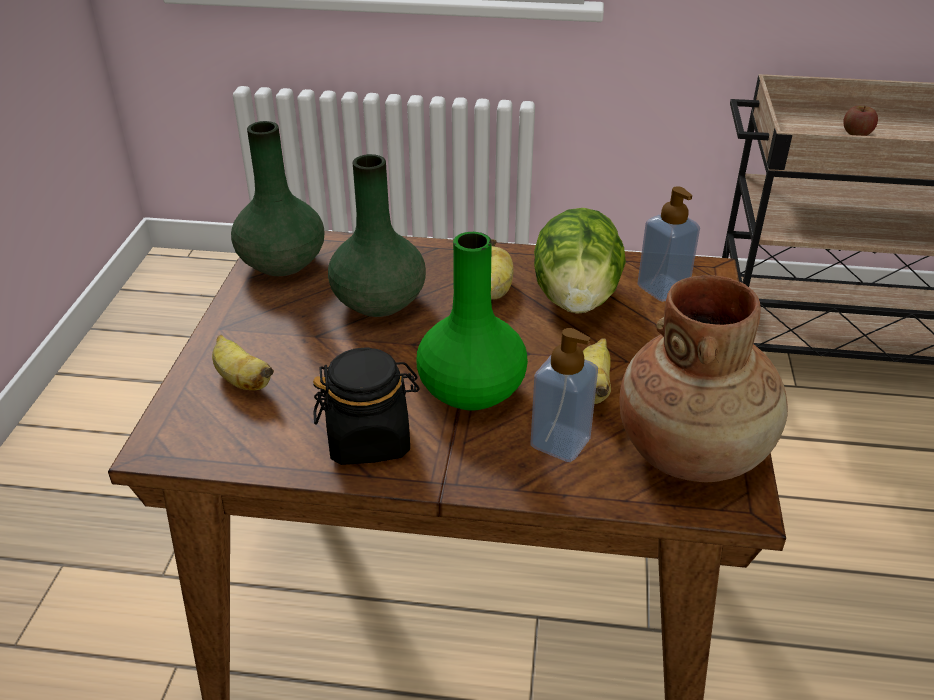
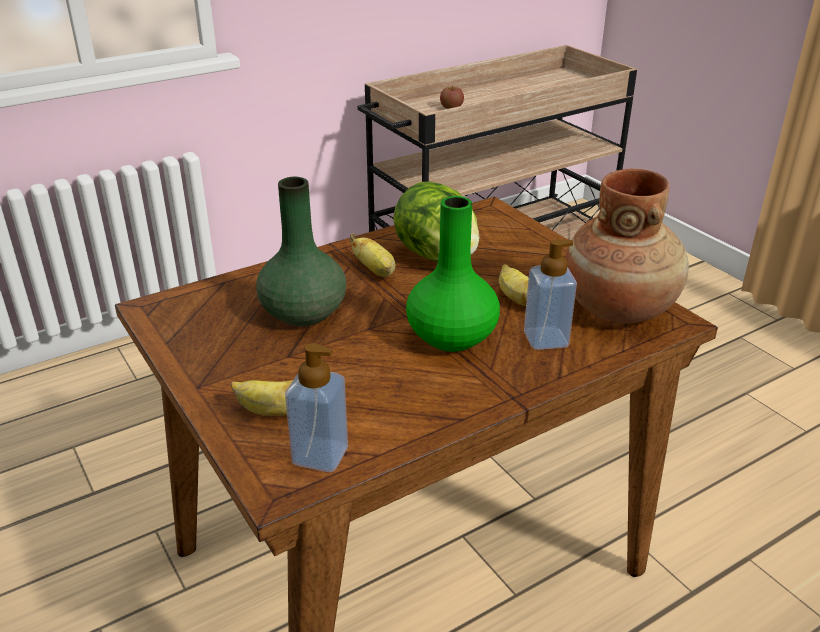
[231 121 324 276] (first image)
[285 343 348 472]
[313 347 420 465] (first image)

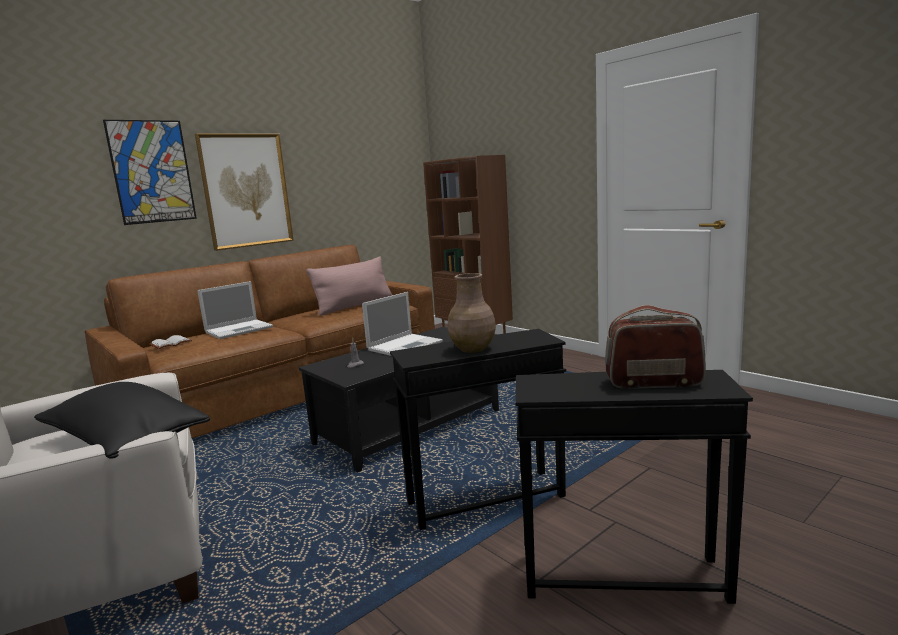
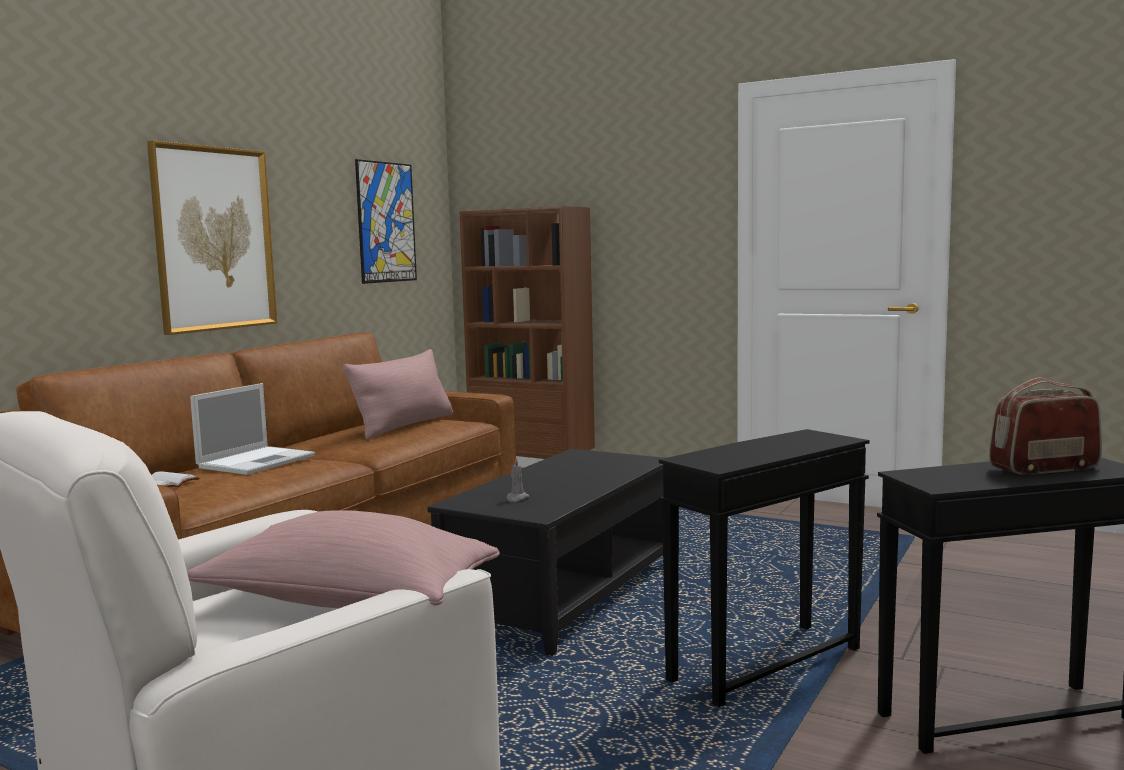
[355 159 417 284]
[448 273 496 353] (first image)
[362 292 443 356] (first image)
[187 510 500 608]

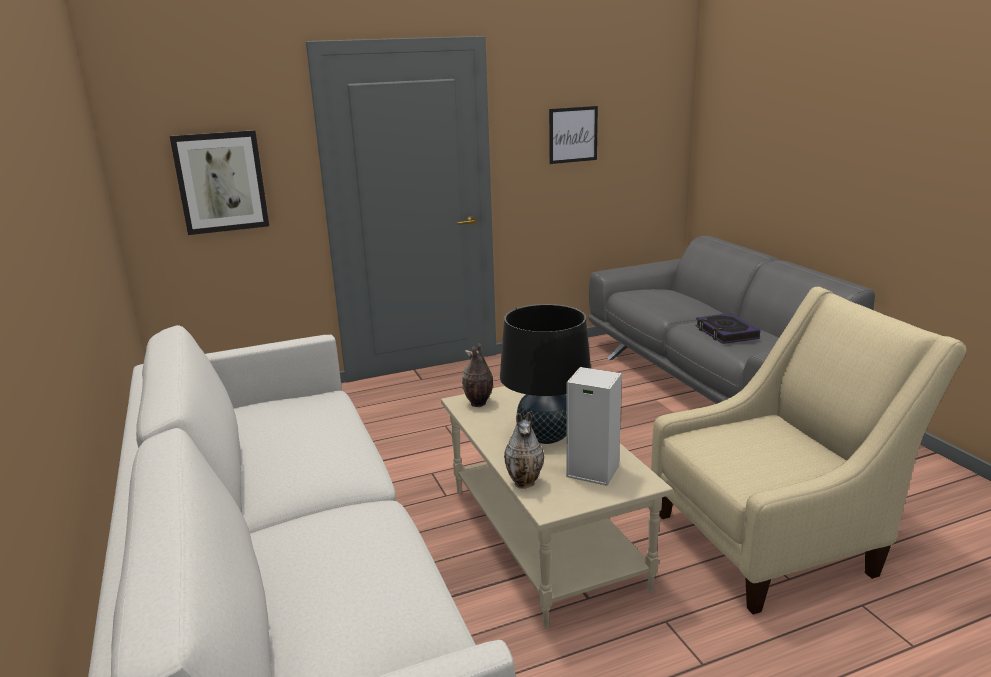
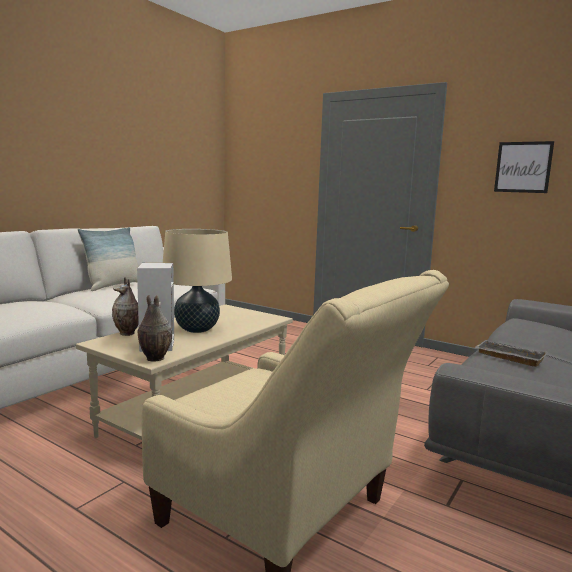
[170 130 269 235] (first image)
[163 229 232 333]
[475 340 548 367]
[138 295 172 362]
[78 227 139 291]

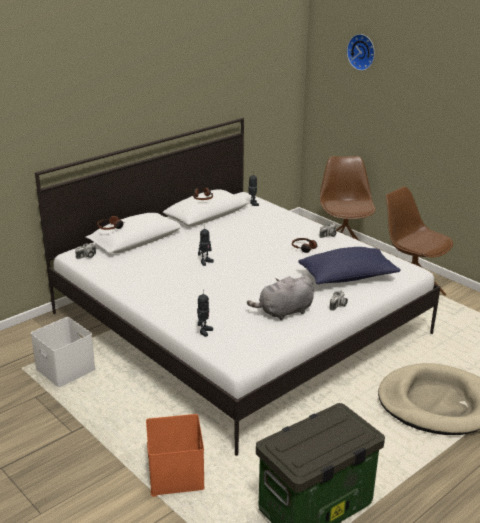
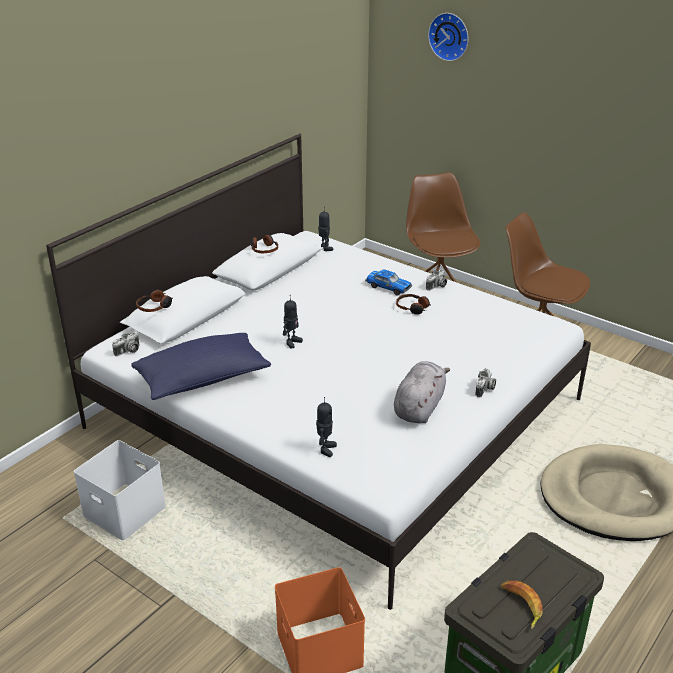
[132 333 271 400]
[394 361 450 423]
[365 269 412 296]
[501 580 543 629]

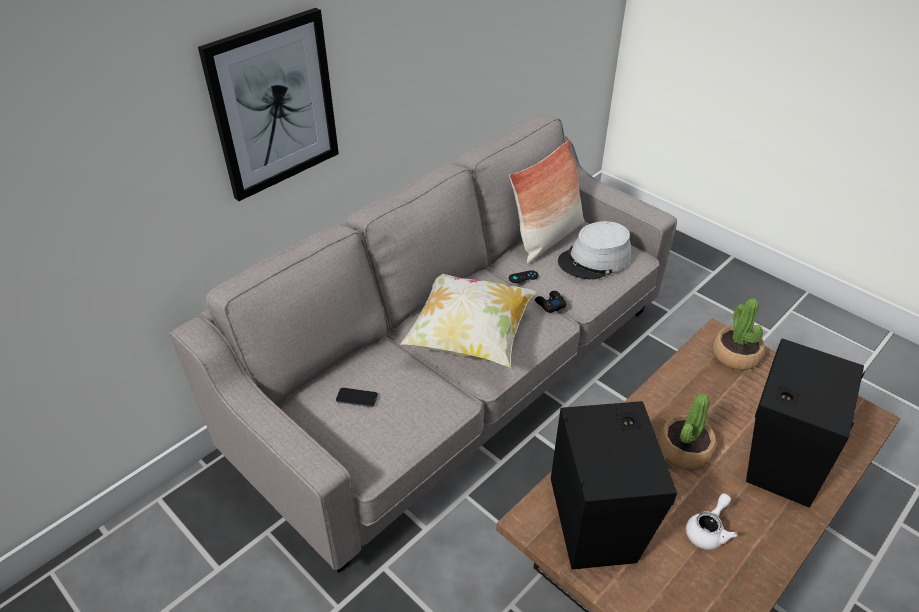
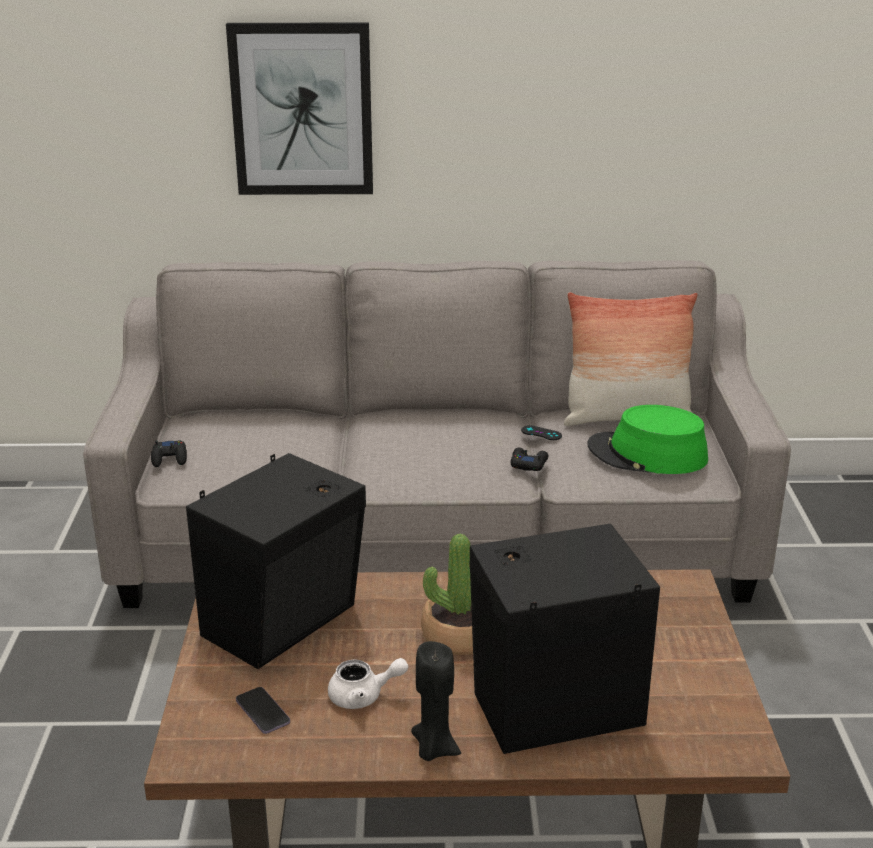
[588 405 708 474]
[400 274 536 368] (first image)
[713 298 765 370] (first image)
[236 687 290 734]
[151 440 187 467]
[411 641 461 761]

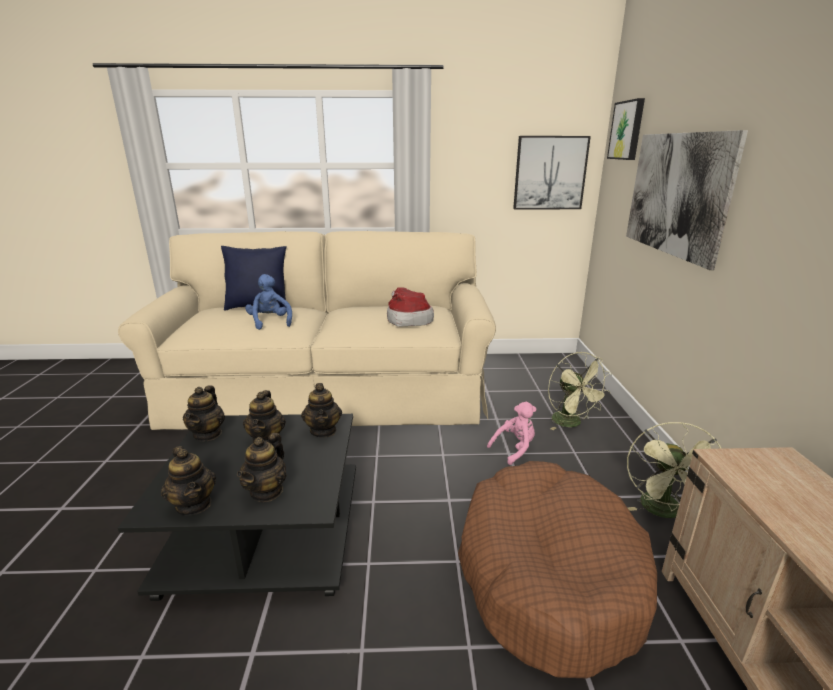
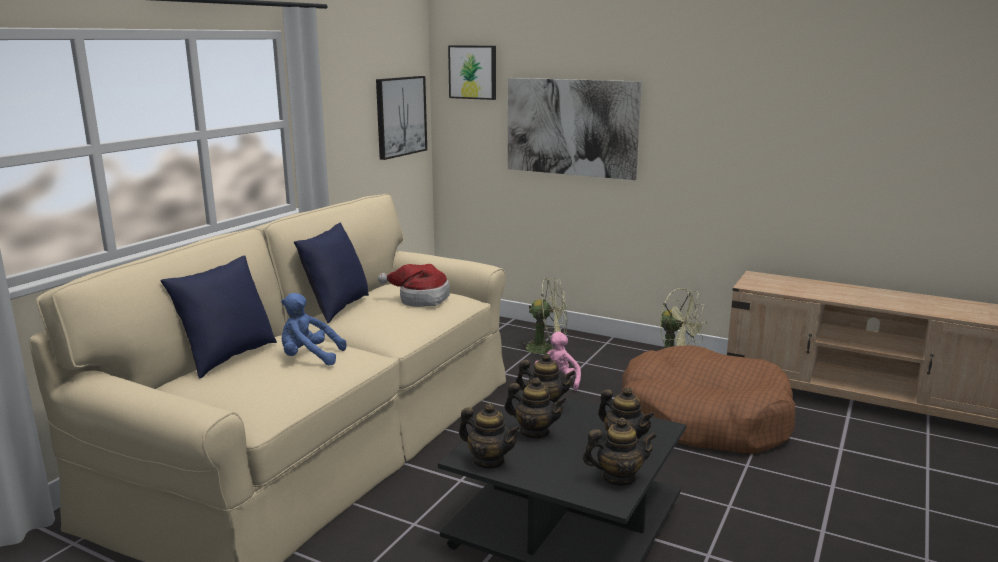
[294 223 369 323]

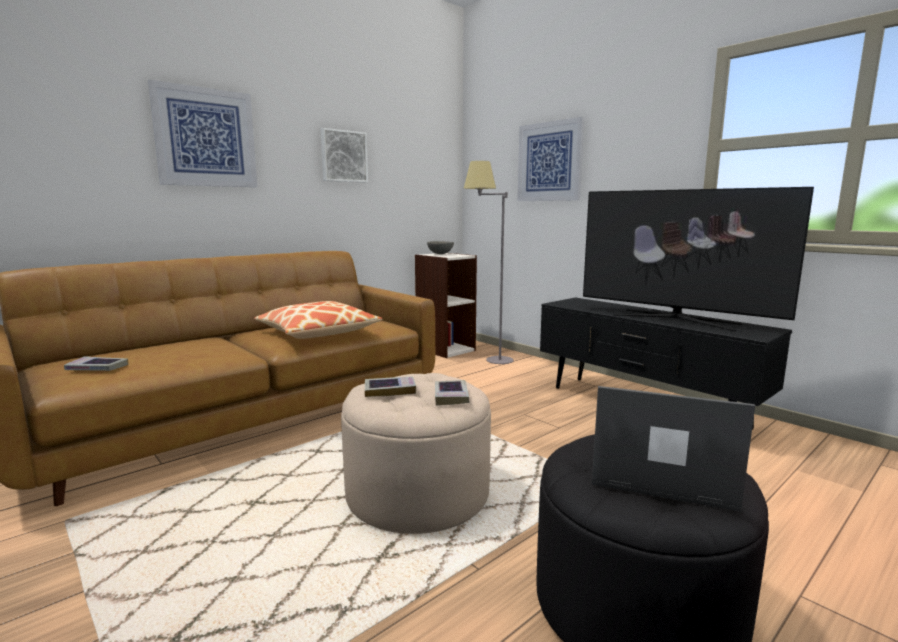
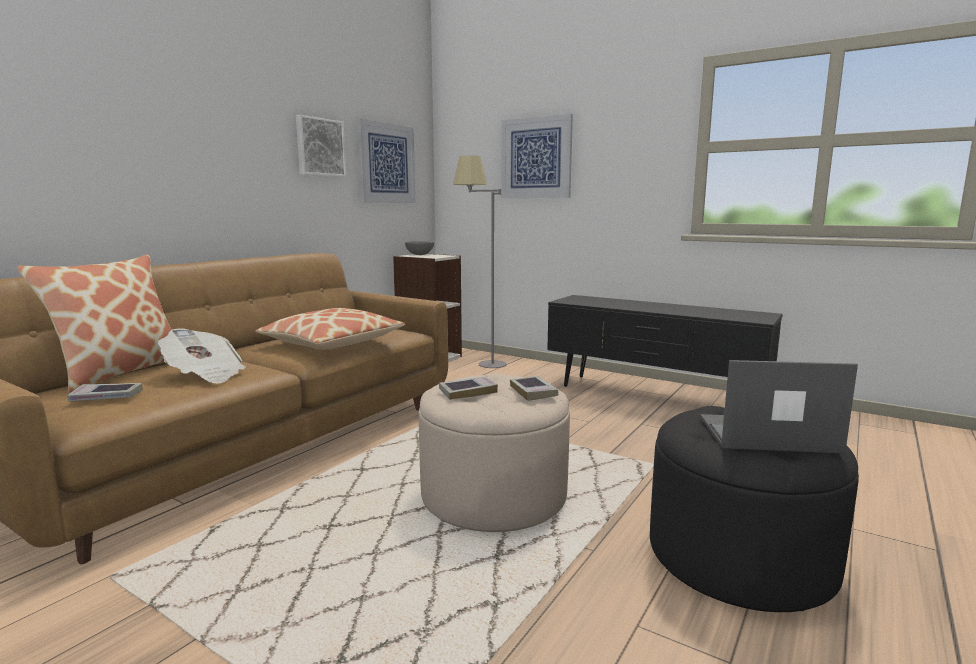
[357 119 416 203]
[583 187 814 331] (first image)
[17 254 172 393]
[158 328 246 384]

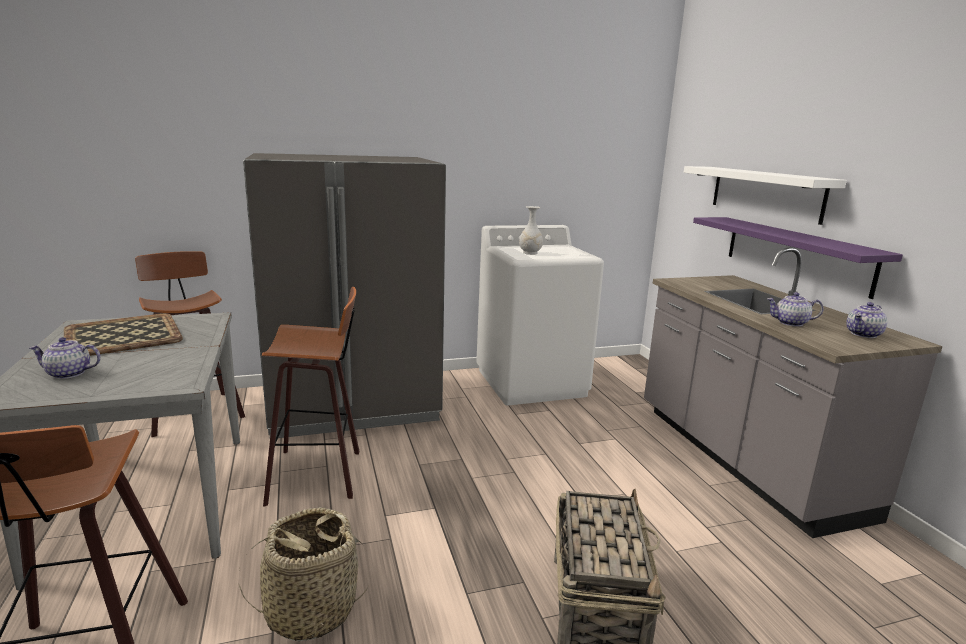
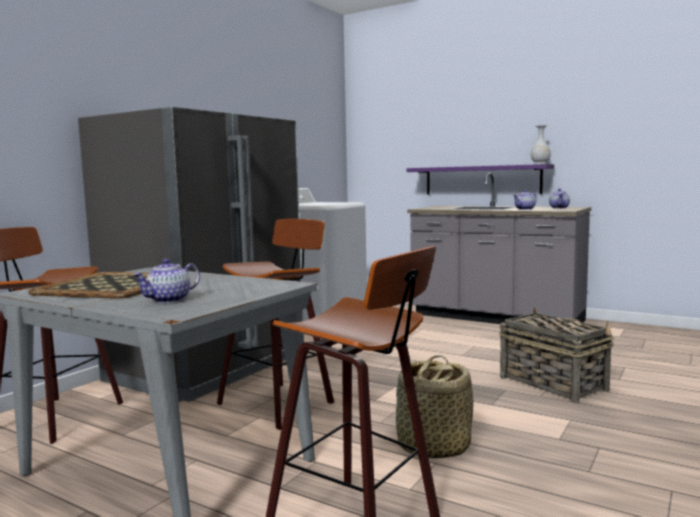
[684 166 847 225] (first image)
[531 125 551 164]

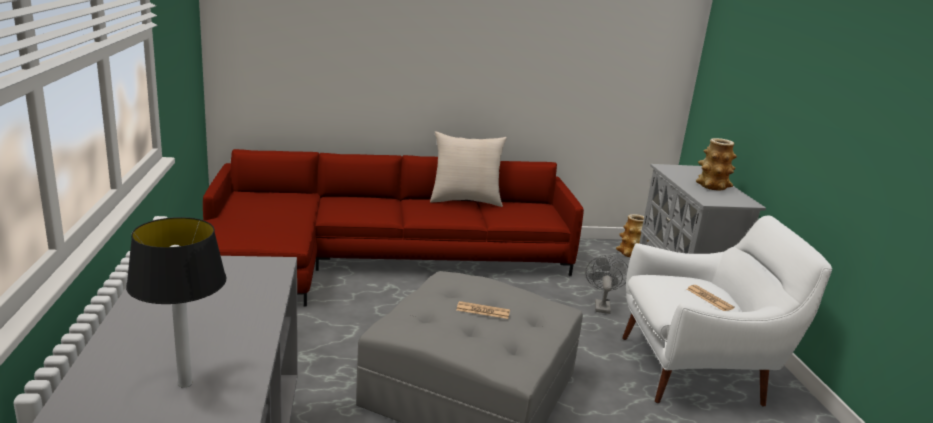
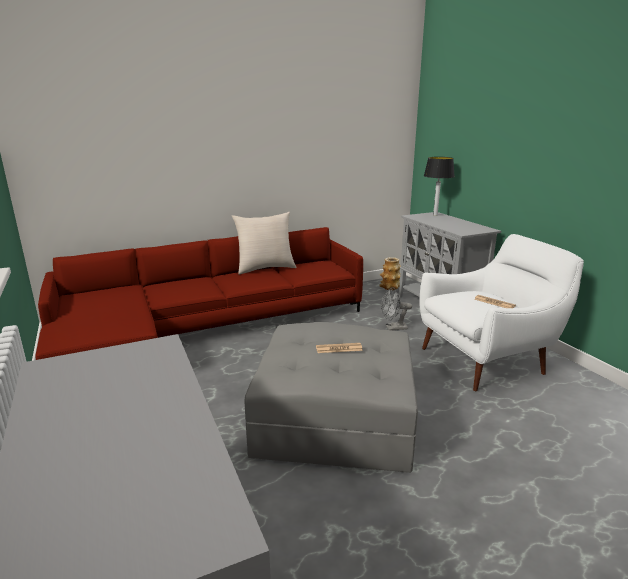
[696 138 737 191] (first image)
[424 157 455 216]
[381 287 412 330]

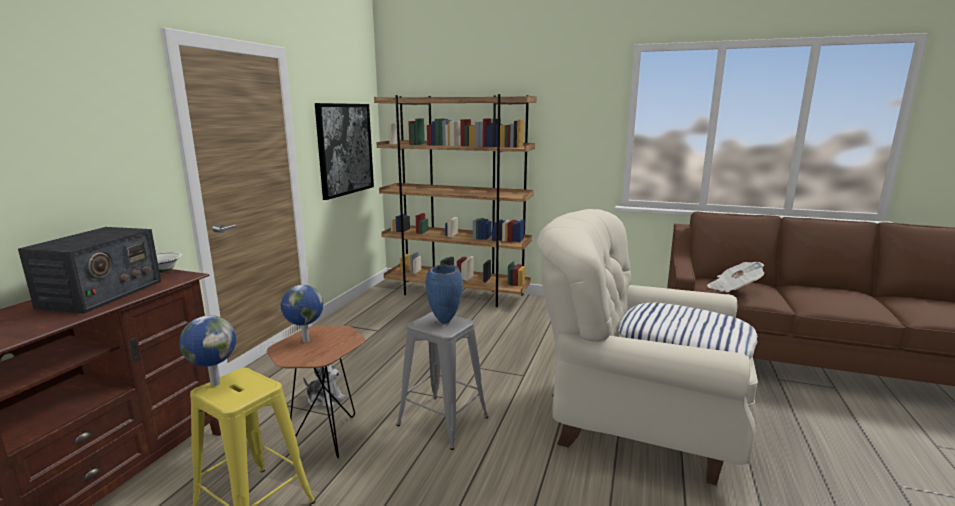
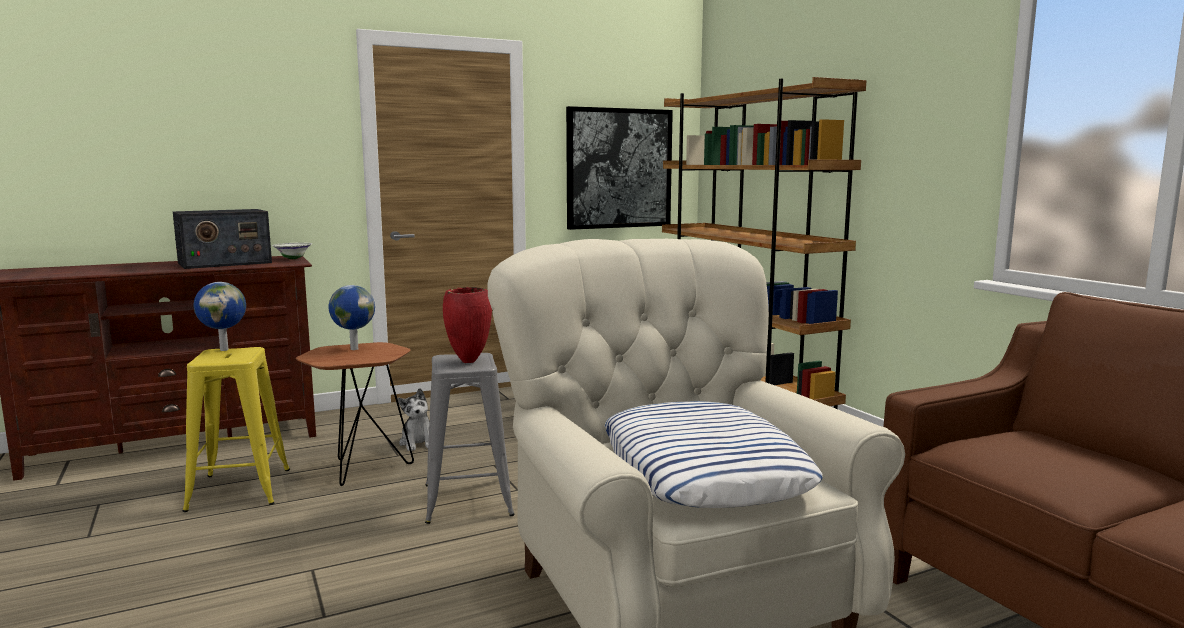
[707 262 765 292] (first image)
[443 287 492 363]

